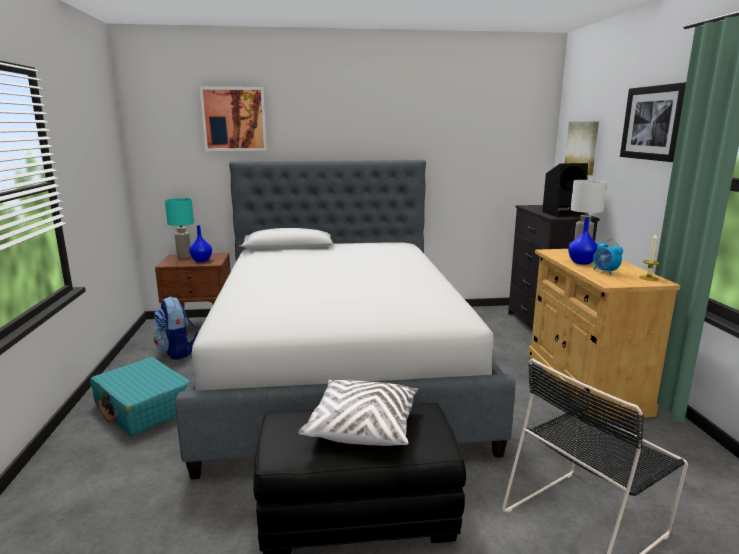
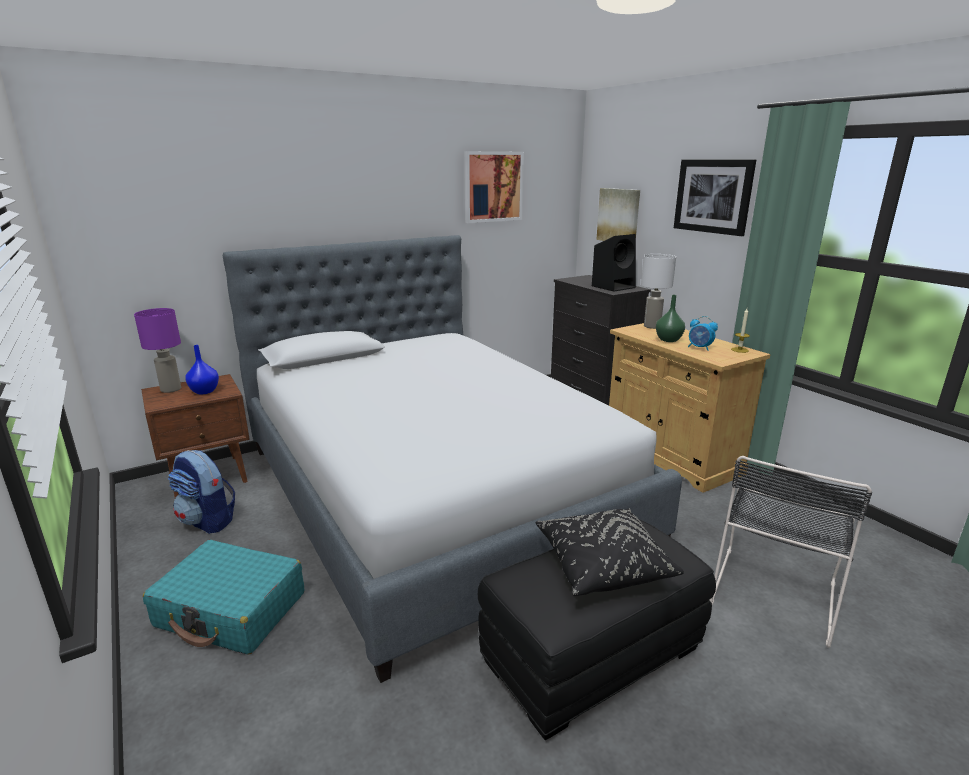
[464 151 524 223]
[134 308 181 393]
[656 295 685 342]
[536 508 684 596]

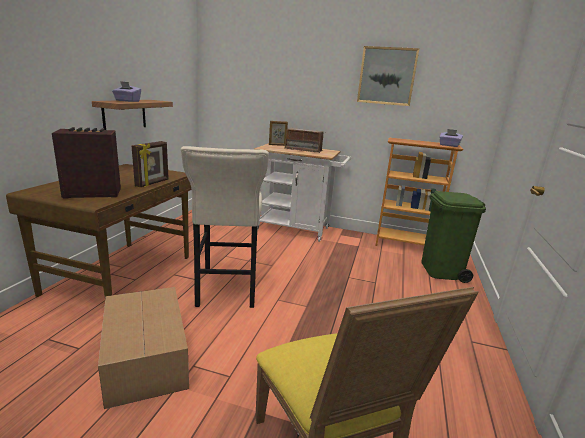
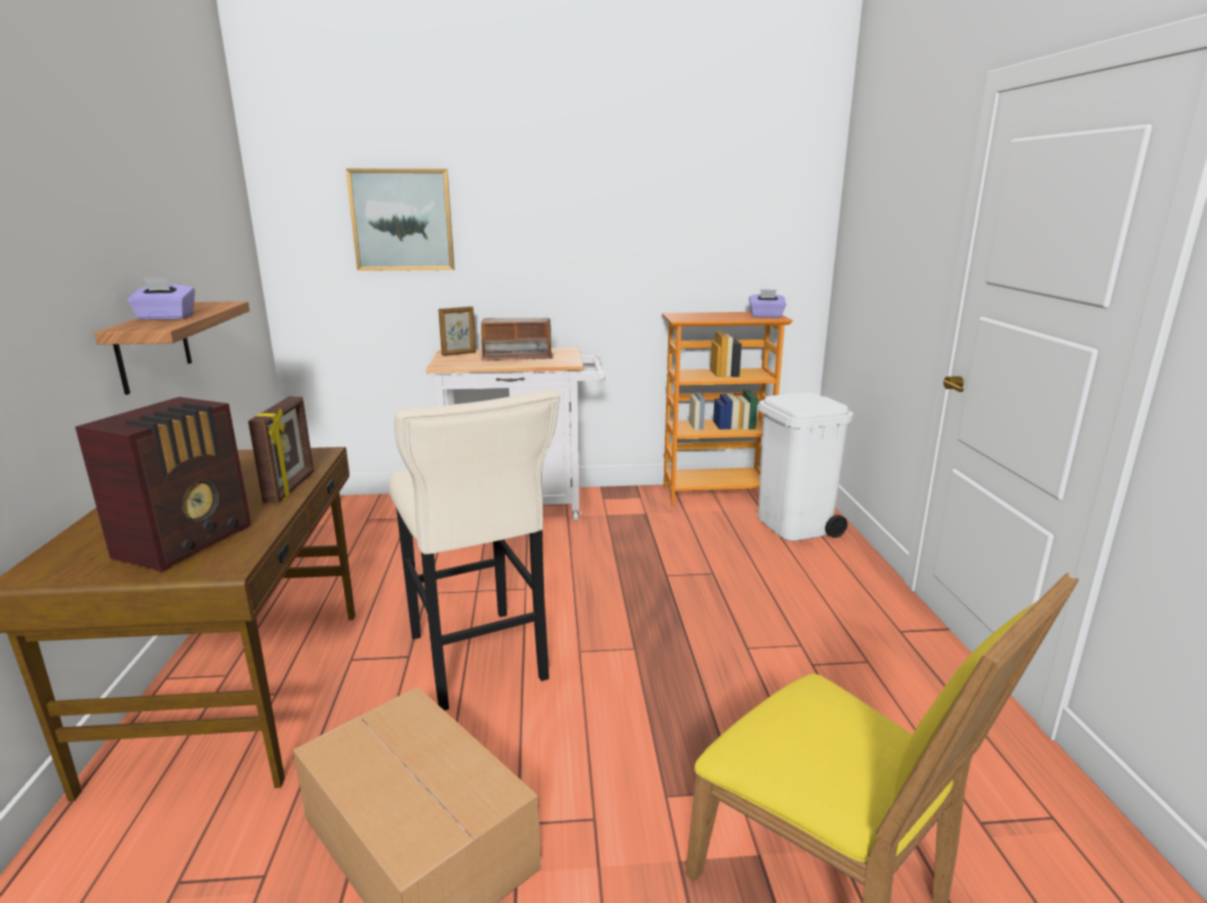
[346 169 455 271]
[75 397 251 572]
[758 392 853 541]

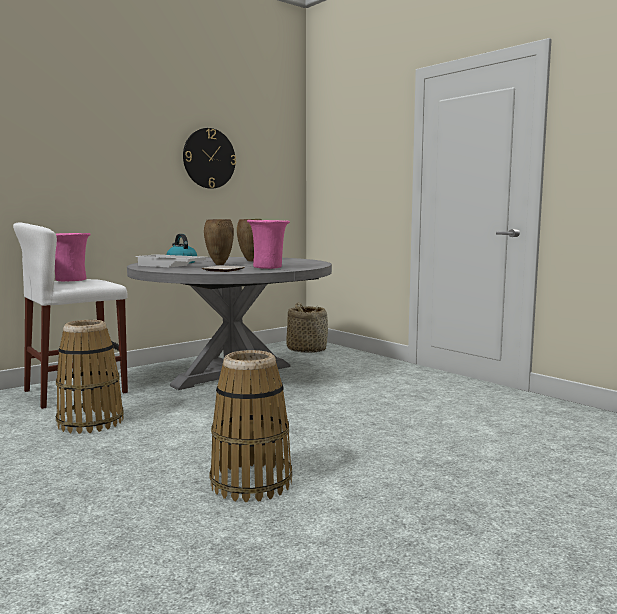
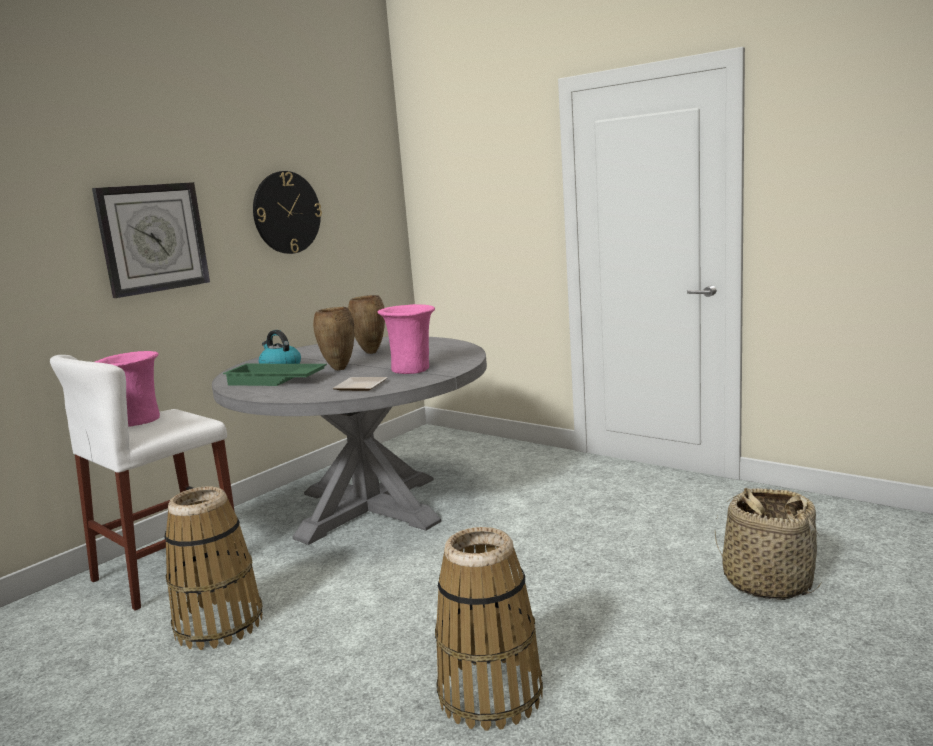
[223 364 327 386]
[715 487 821 600]
[92 182 210 298]

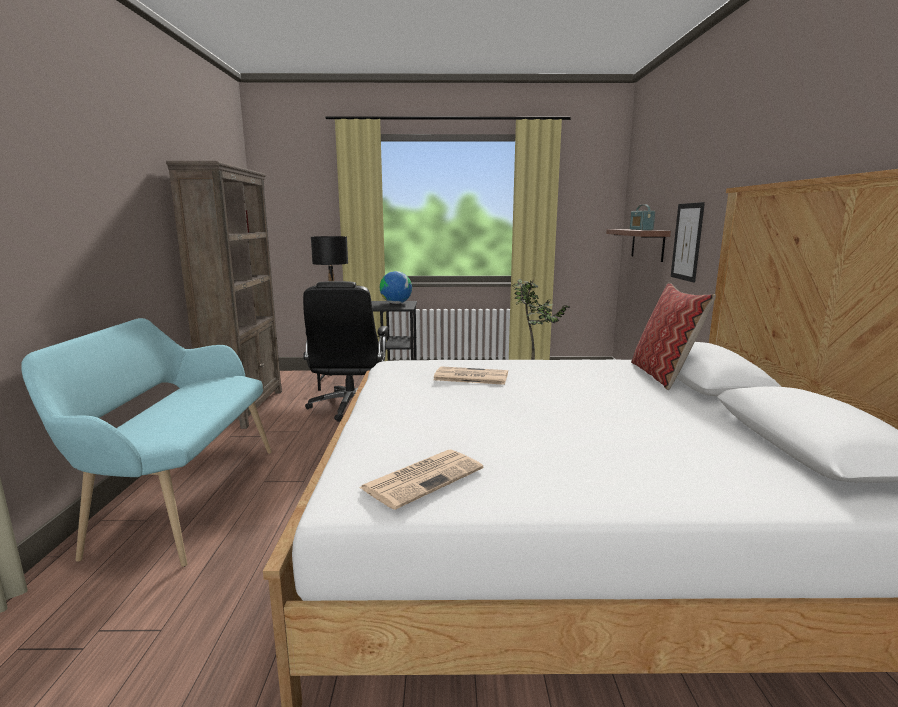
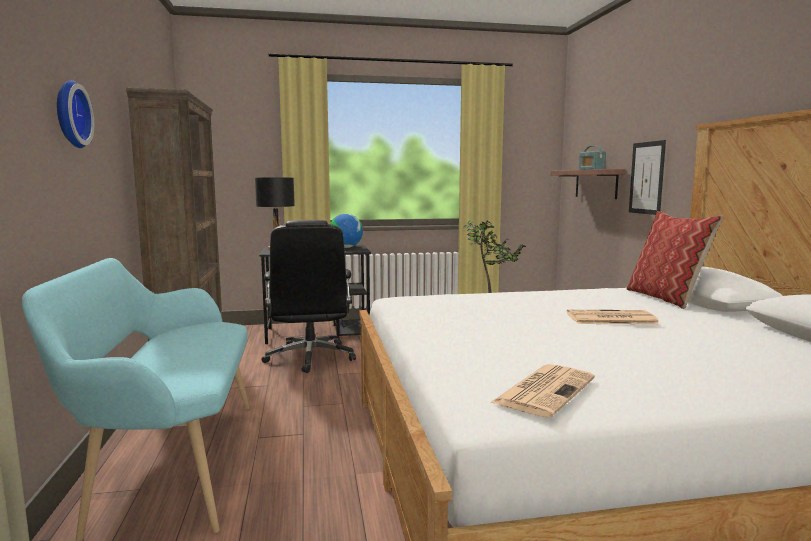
[567 310 660 325]
[57 80 94 148]

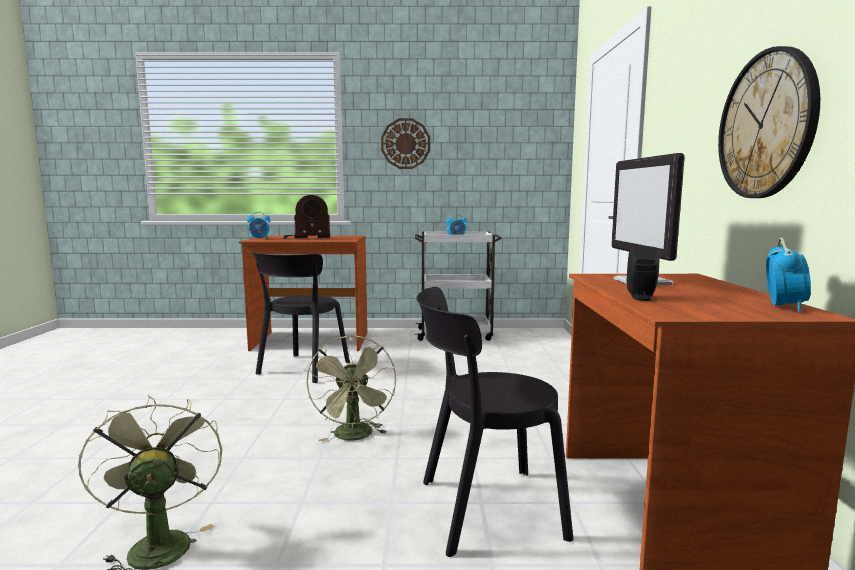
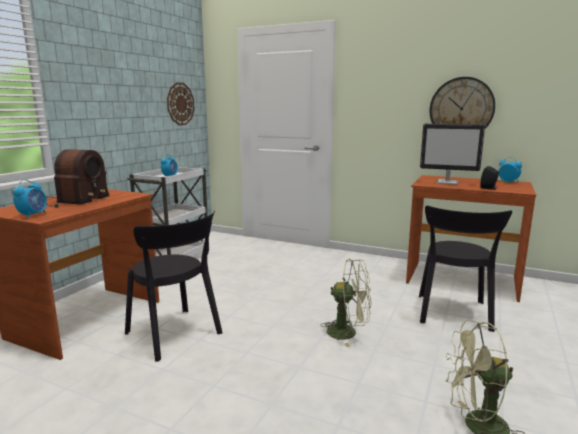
[167 82 195 125]

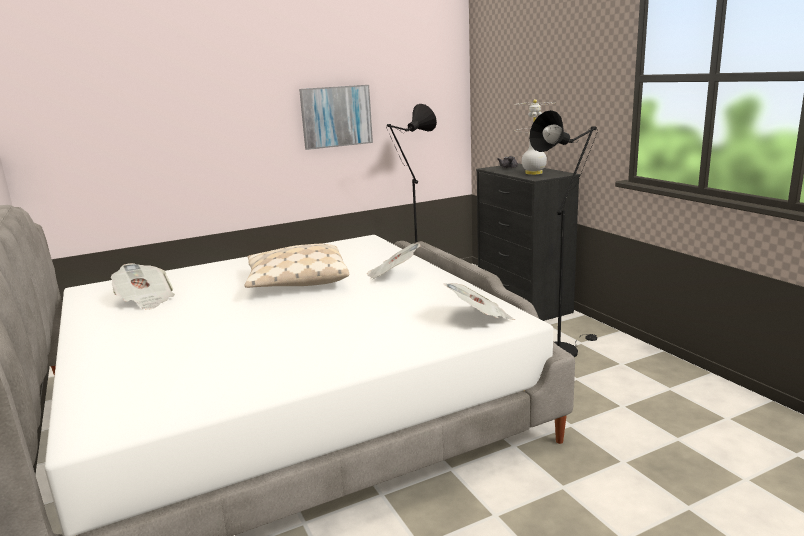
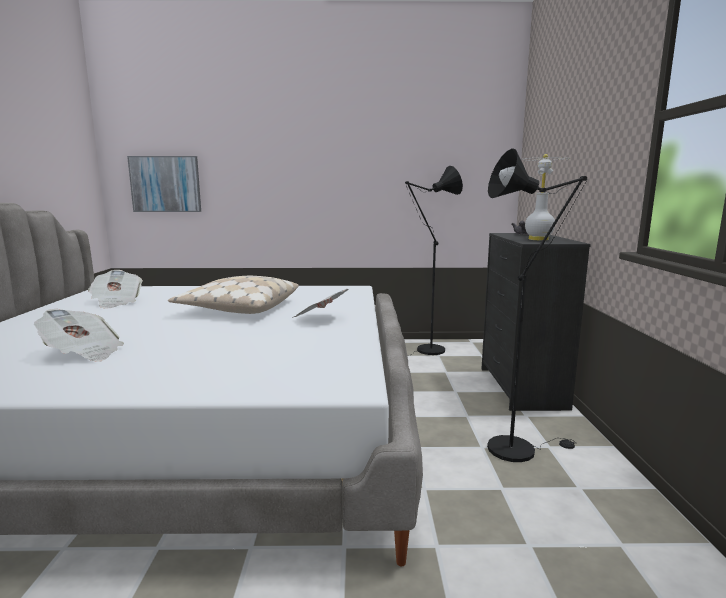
[127 156 201 212]
[34 309 124 361]

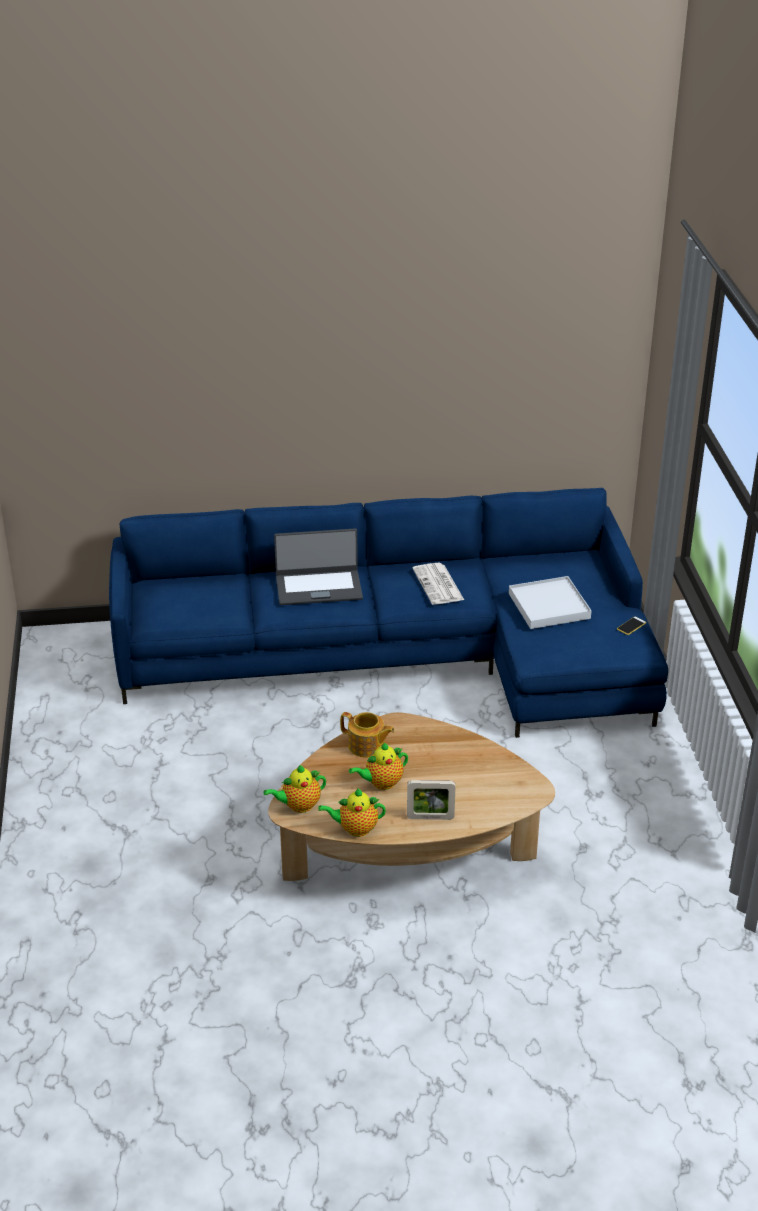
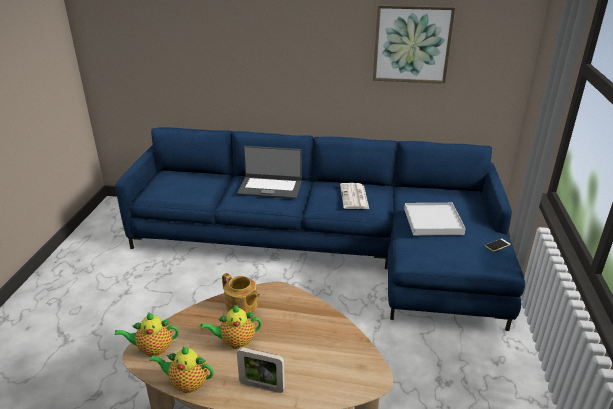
[373 5 455 84]

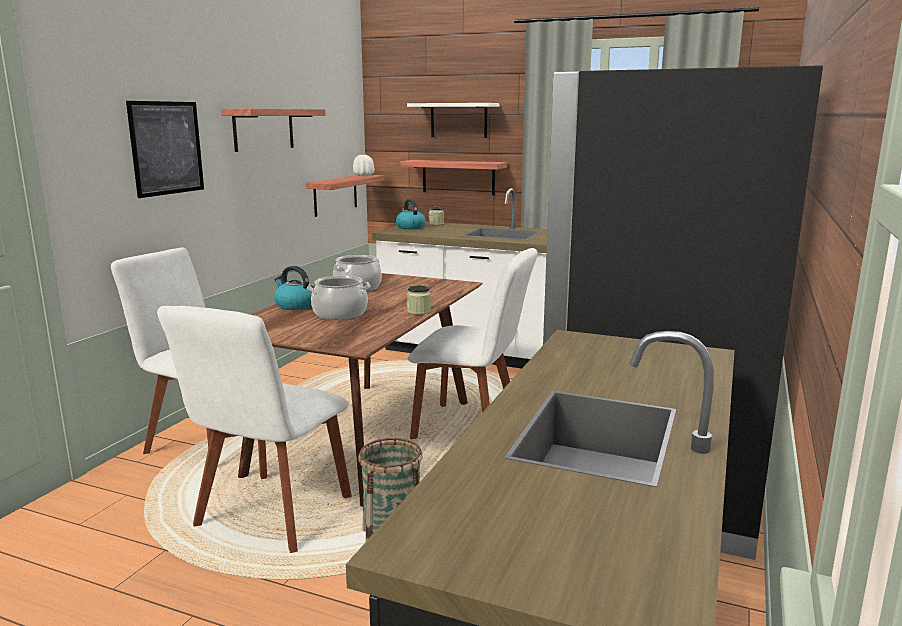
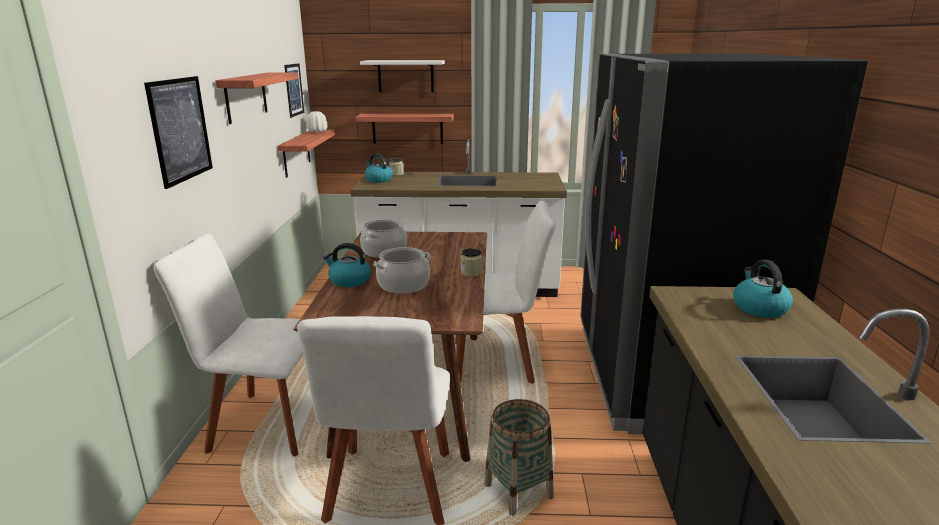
[284 63 304 118]
[733 260 793 318]

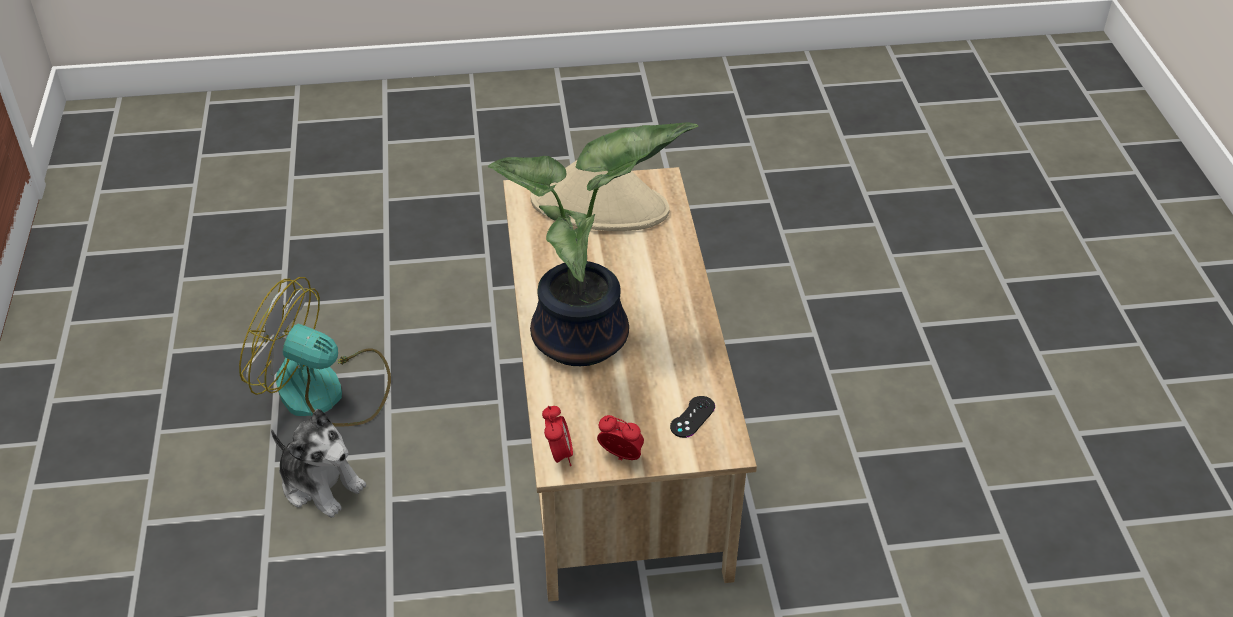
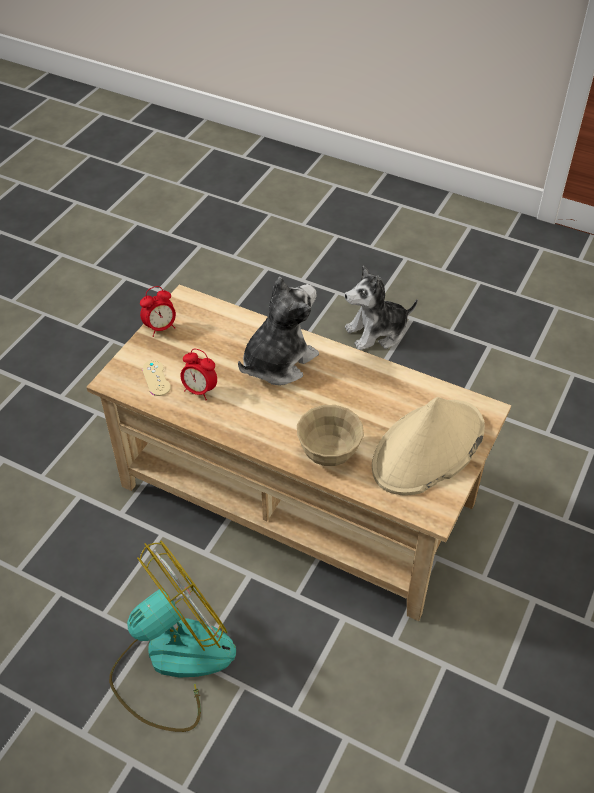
[238 277 319 385]
[109 541 236 732]
[142 360 171 396]
[180 349 217 400]
[297 405 364 466]

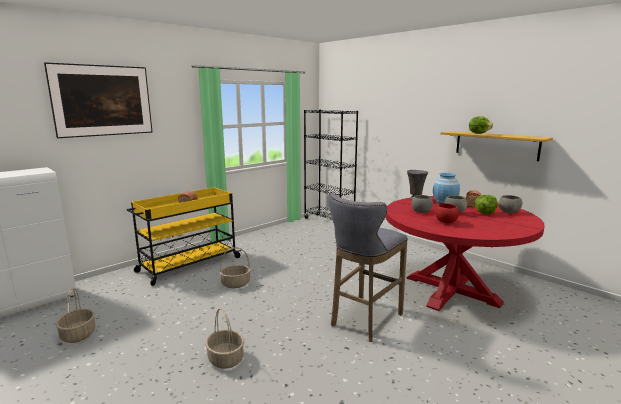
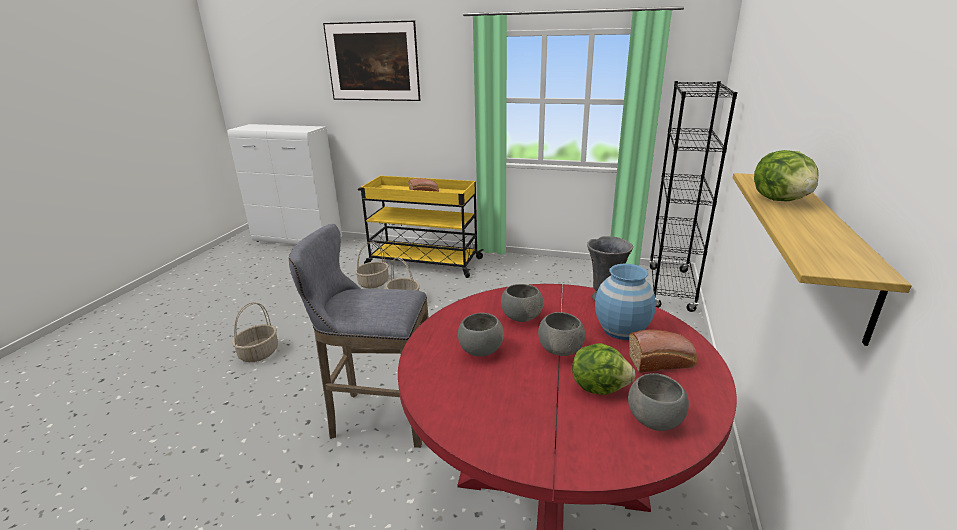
[458 313 504 357]
[355 242 389 288]

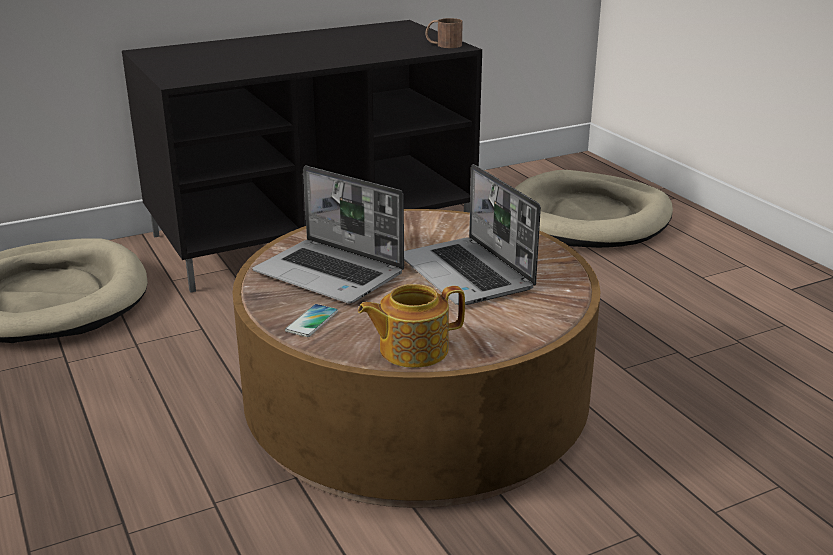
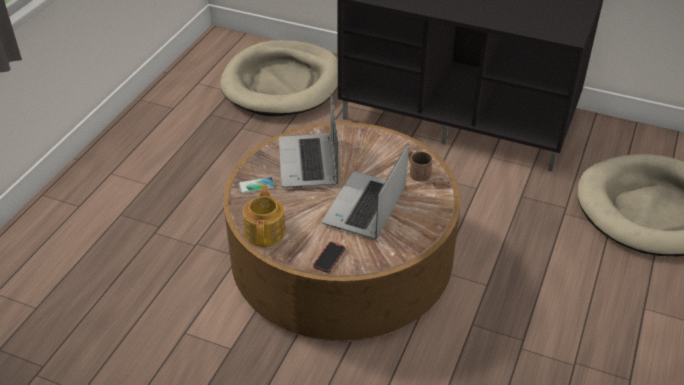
[408 150 432 182]
[243 185 285 247]
[313 242 345 273]

